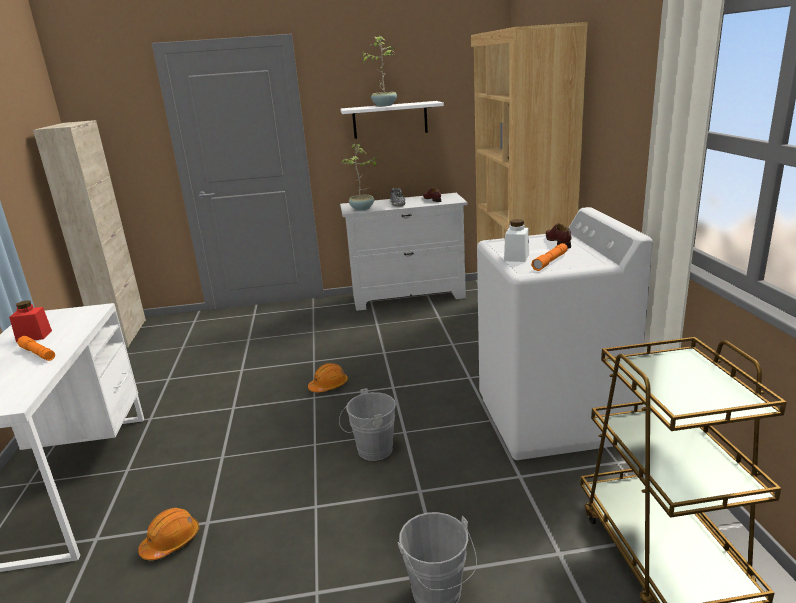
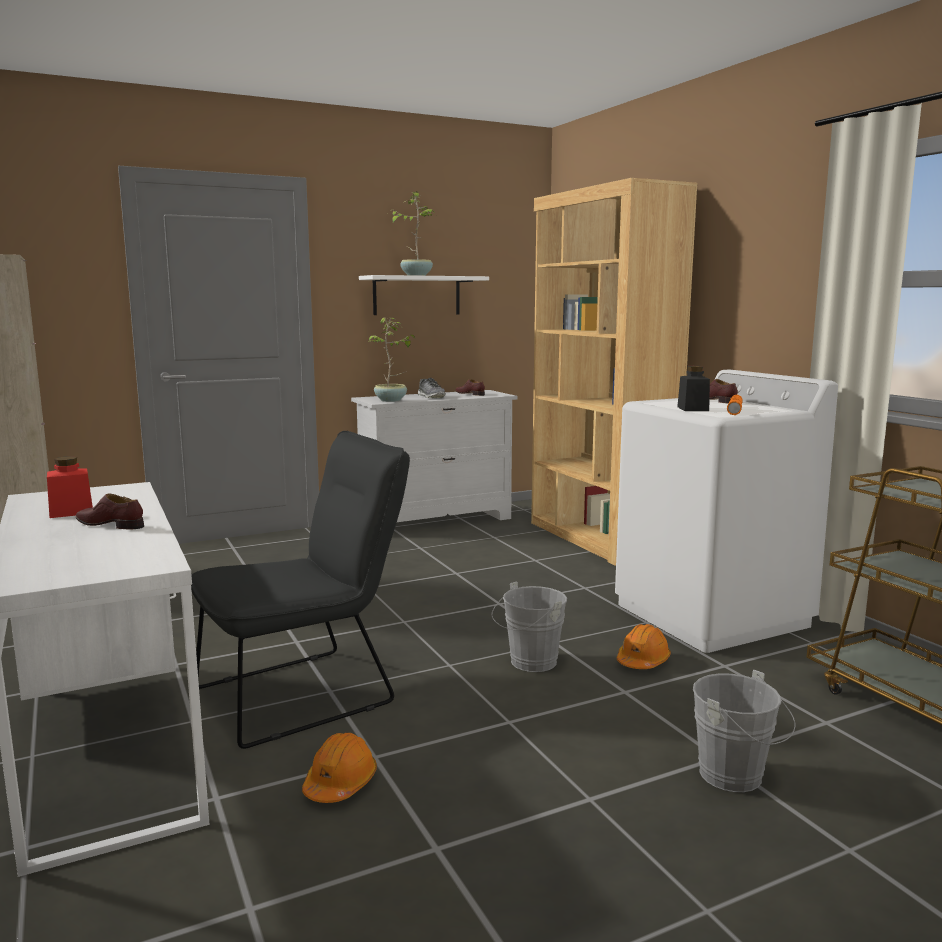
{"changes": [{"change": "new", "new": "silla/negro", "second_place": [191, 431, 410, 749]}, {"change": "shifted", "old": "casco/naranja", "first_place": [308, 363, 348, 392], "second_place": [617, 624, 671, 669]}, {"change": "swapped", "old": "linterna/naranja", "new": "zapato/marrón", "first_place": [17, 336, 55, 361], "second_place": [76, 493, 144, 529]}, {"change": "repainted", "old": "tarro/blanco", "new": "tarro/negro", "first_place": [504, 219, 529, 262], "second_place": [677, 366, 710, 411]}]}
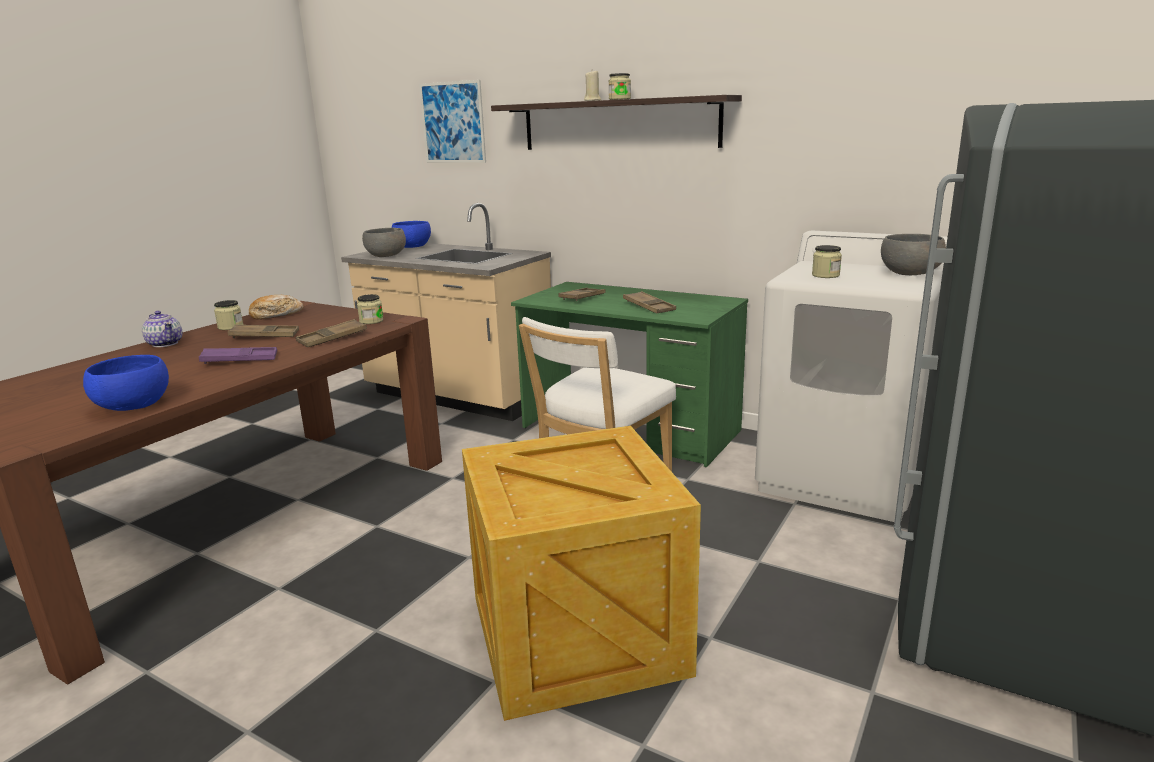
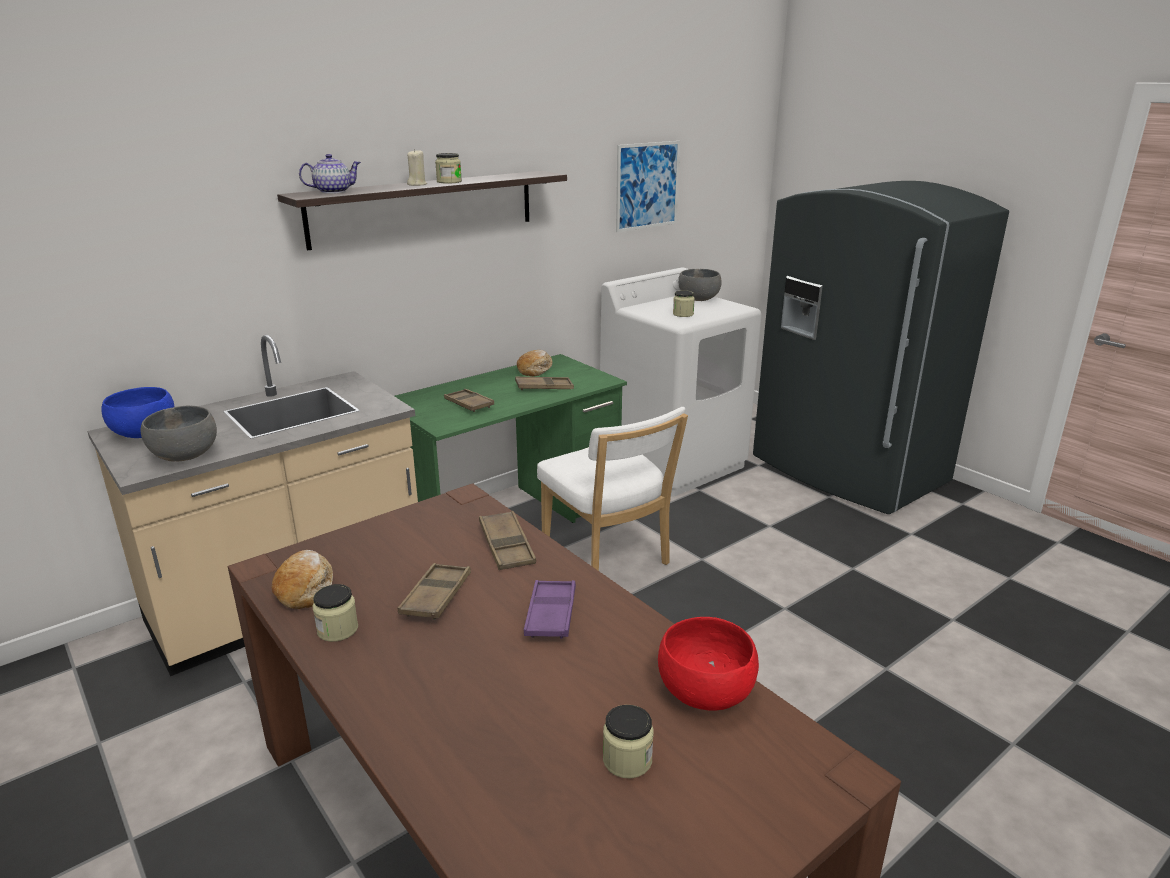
{"changes": [{"change": "gone", "old": "caja de embalaje", "first_place": [462, 426, 701, 721]}, {"change": "new", "new": "pan", "second_place": [517, 350, 553, 376]}, {"change": "shifted", "old": "tetera", "first_place": [142, 311, 183, 347], "second_place": [299, 154, 361, 194]}, {"change": "shifted", "old": "tarro", "first_place": [357, 294, 384, 324], "second_place": [603, 705, 654, 778]}, {"change": "shifted", "old": "cuadro", "first_place": [419, 80, 486, 163], "second_place": [616, 141, 680, 232]}, {"change": "repainted", "old": "cuenco/azul", "new": "cuenco/rojo", "first_place": [83, 355, 169, 411], "second_place": [658, 617, 759, 711]}]}
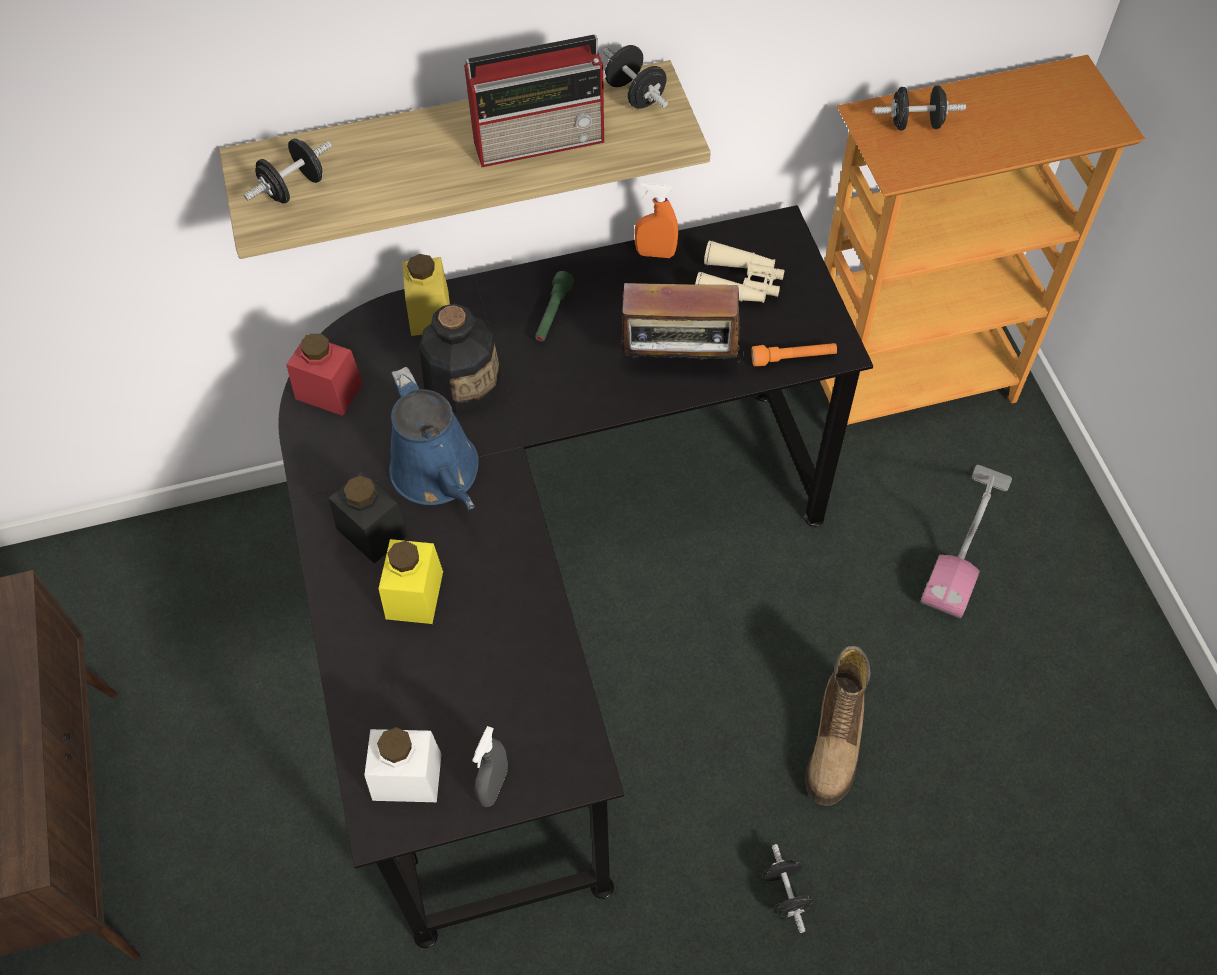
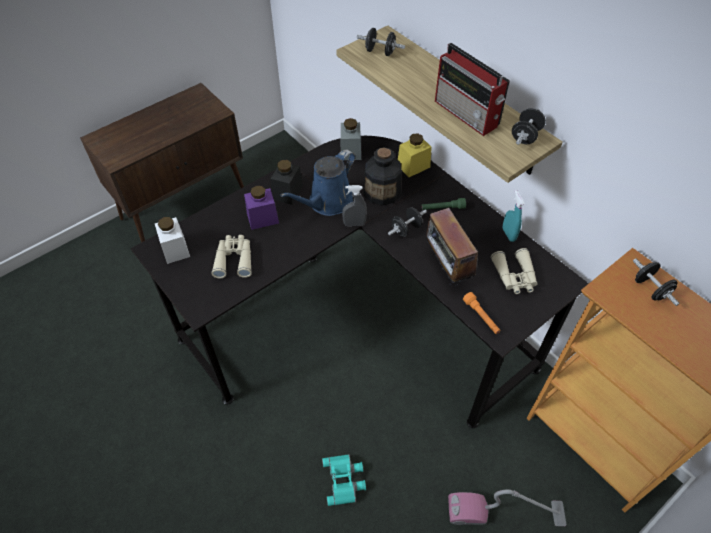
{"changes": [{"change": "new", "new": "prismáticos/beis", "second_place": [211, 235, 252, 278]}, {"change": "shifted", "old": "pulverizador/gris", "first_place": [472, 726, 508, 807], "second_place": [342, 185, 367, 226]}, {"change": "shifted", "old": "mancuerna/negro", "first_place": [763, 844, 813, 933], "second_place": [388, 207, 427, 237]}, {"change": "swapped", "old": "bota", "new": "prismáticos/turquesa", "first_place": [805, 646, 870, 806], "second_place": [322, 454, 366, 506]}, {"change": "repainted", "old": "tarro/rojo", "new": "tarro/gris", "first_place": [286, 334, 363, 416], "second_place": [341, 118, 361, 160]}, {"change": "repainted", "old": "tarro/amarillo", "new": "tarro/morado", "first_place": [378, 539, 443, 624], "second_place": [244, 186, 279, 230]}, {"change": "repainted", "old": "pulverizador/naranja", "new": "pulverizador/turquesa", "first_place": [634, 182, 678, 258], "second_place": [503, 190, 525, 242]}]}
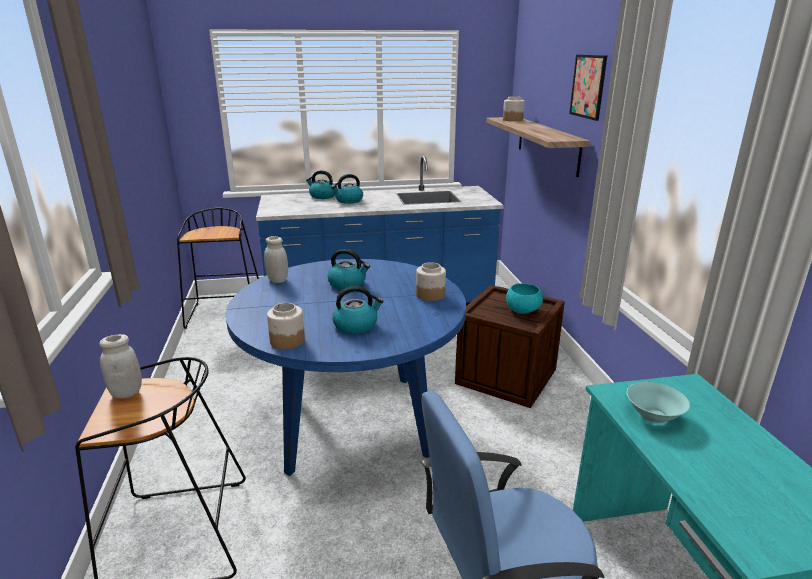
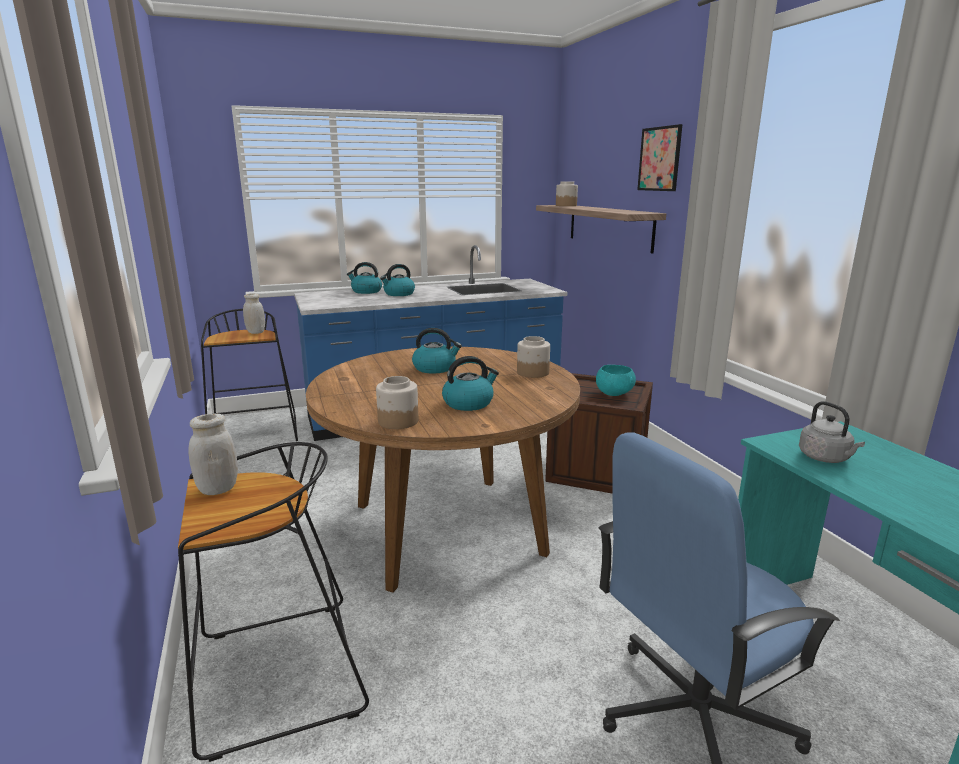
{"changes": [{"change": "shifted", "old": "tarro/blanco", "first_place": [264, 236, 288, 283], "second_place": [243, 293, 265, 334]}, {"change": "swapped", "old": "cuenco/turquesa", "new": "hervidor/gris", "first_place": [627, 382, 690, 424], "second_place": [799, 401, 865, 463]}, {"change": "repainted", "old": "mesa de comedor/azul", "new": "mesa de comedor/marrón", "first_place": [226, 259, 466, 476], "second_place": [306, 346, 580, 593]}]}
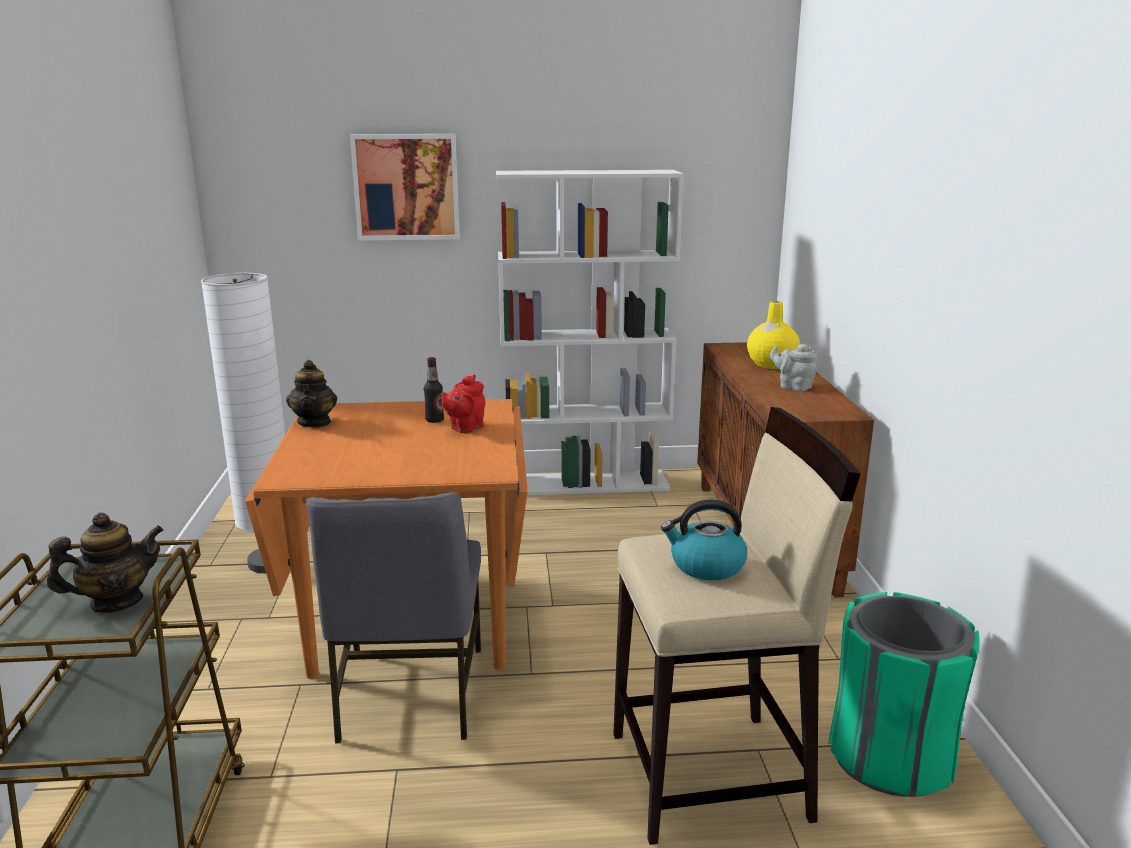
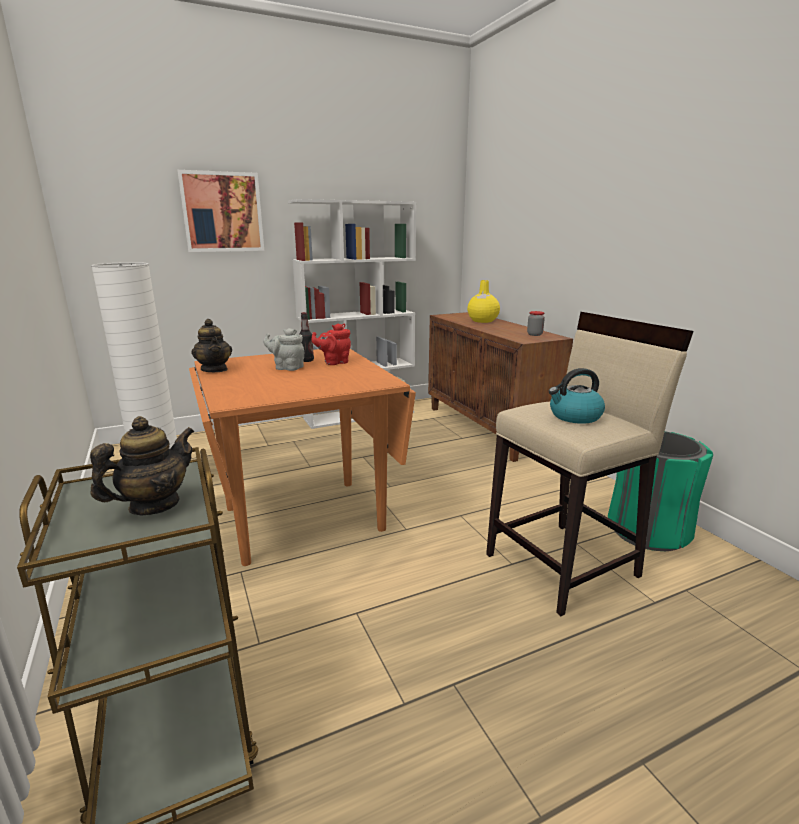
{"changes": [{"change": "gone", "old": "silla/gris", "first_place": [306, 492, 481, 743]}, {"change": "new", "new": "tarro", "second_place": [527, 311, 545, 336]}, {"change": "shifted", "old": "tetera/gris", "first_place": [770, 343, 817, 391], "second_place": [263, 328, 304, 371]}, {"change": "rotated", "old": "tetera/rojo", "first_place": [441, 374, 485, 433], "second_place": [312, 324, 351, 365], "degrees": 45}]}
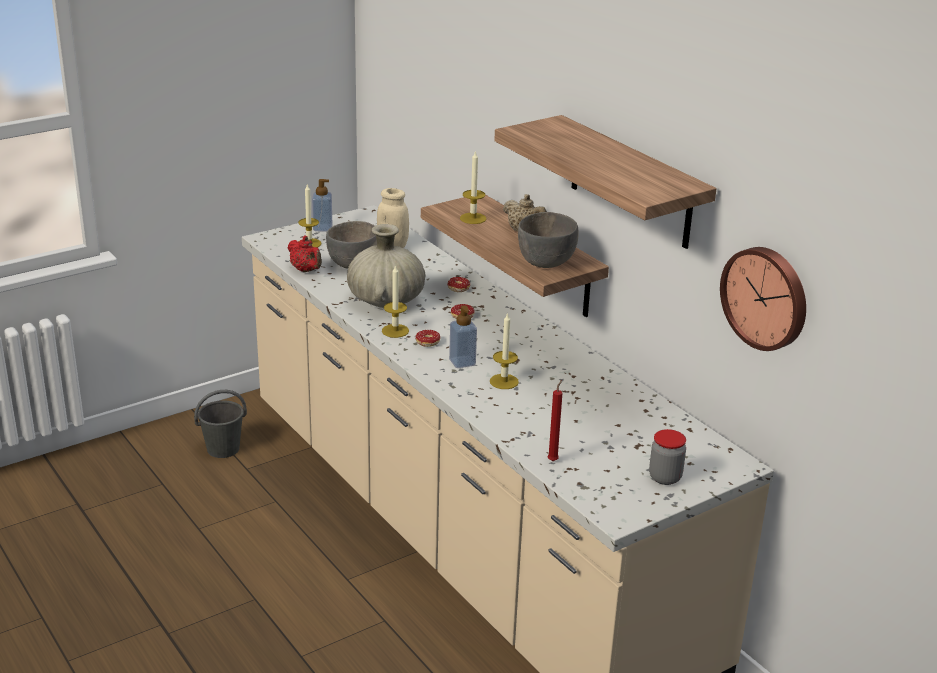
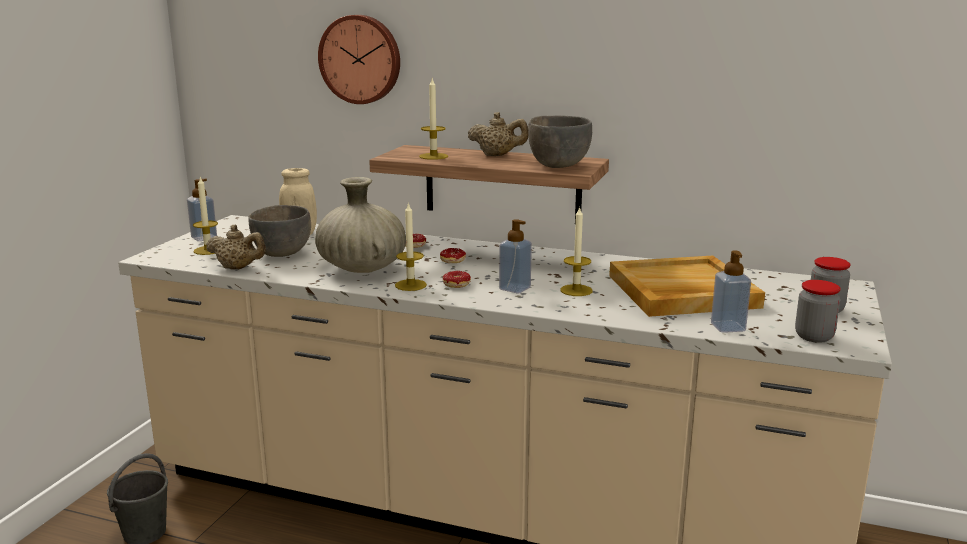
{"changes": [{"change": "gone", "old": "estante", "first_place": [494, 115, 717, 249]}, {"change": "new", "new": "bandeja/beis", "second_place": [609, 256, 765, 317]}, {"change": "new", "new": "tarro", "second_place": [795, 280, 841, 343]}, {"change": "shifted", "old": "reloj de pared", "first_place": [720, 247, 806, 351], "second_place": [318, 15, 400, 104]}, {"change": "swapped", "old": "vela/rojo", "new": "dispensador de jabón", "first_place": [548, 380, 562, 461], "second_place": [711, 250, 751, 333]}, {"change": "repainted", "old": "tetera/rojo", "new": "tetera/beis", "first_place": [288, 236, 322, 272], "second_place": [206, 225, 266, 270]}]}
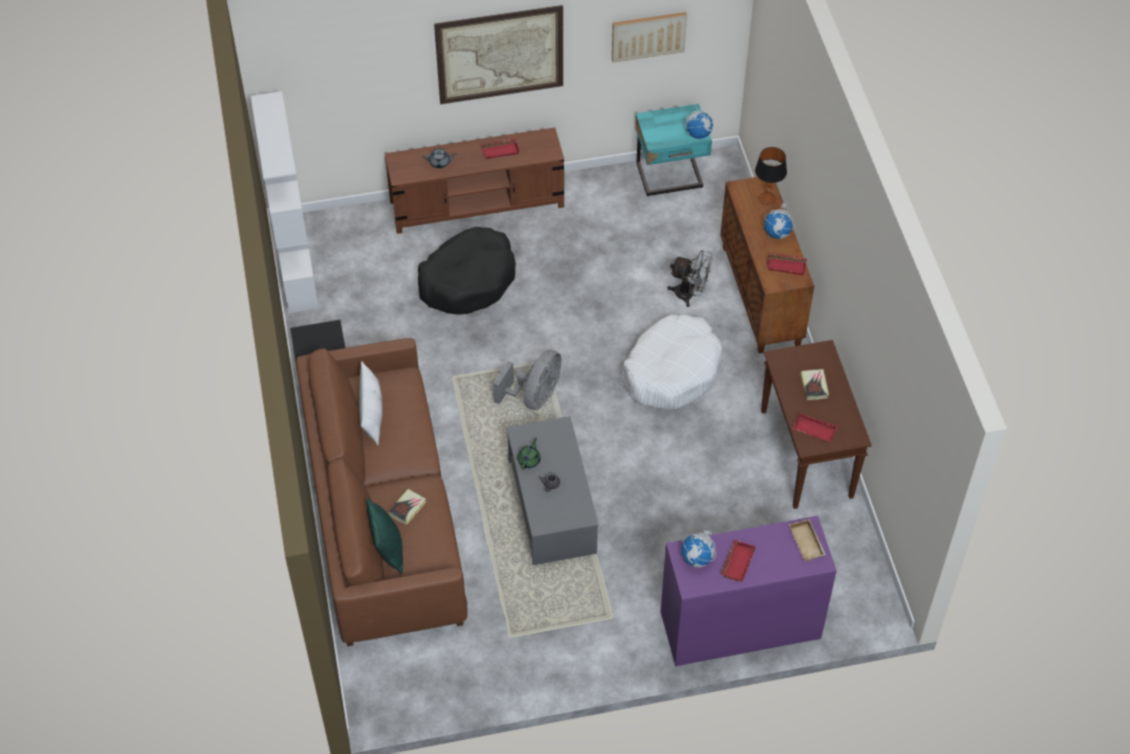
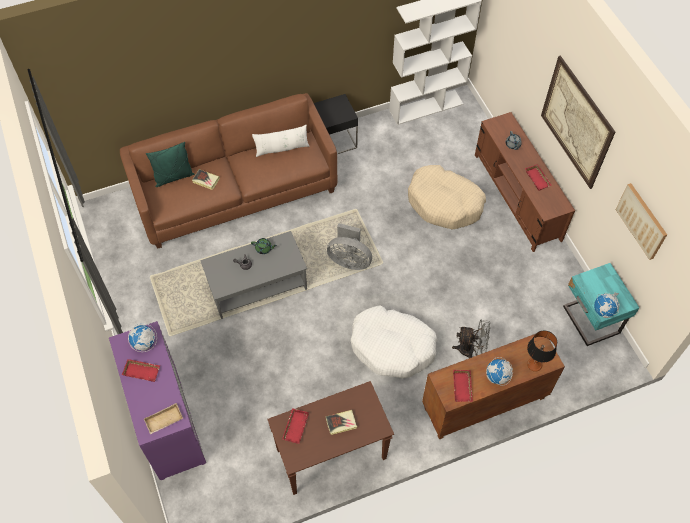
{"changes": [{"change": "repainted", "old": "cama para perro/negro", "new": "cama para perro/beis", "first_place": [418, 227, 516, 315], "second_place": [408, 165, 486, 230]}, {"change": "rotated", "old": "ventilador/gris", "first_place": [667, 250, 713, 307], "second_place": [452, 319, 490, 358], "degrees": -90}]}
